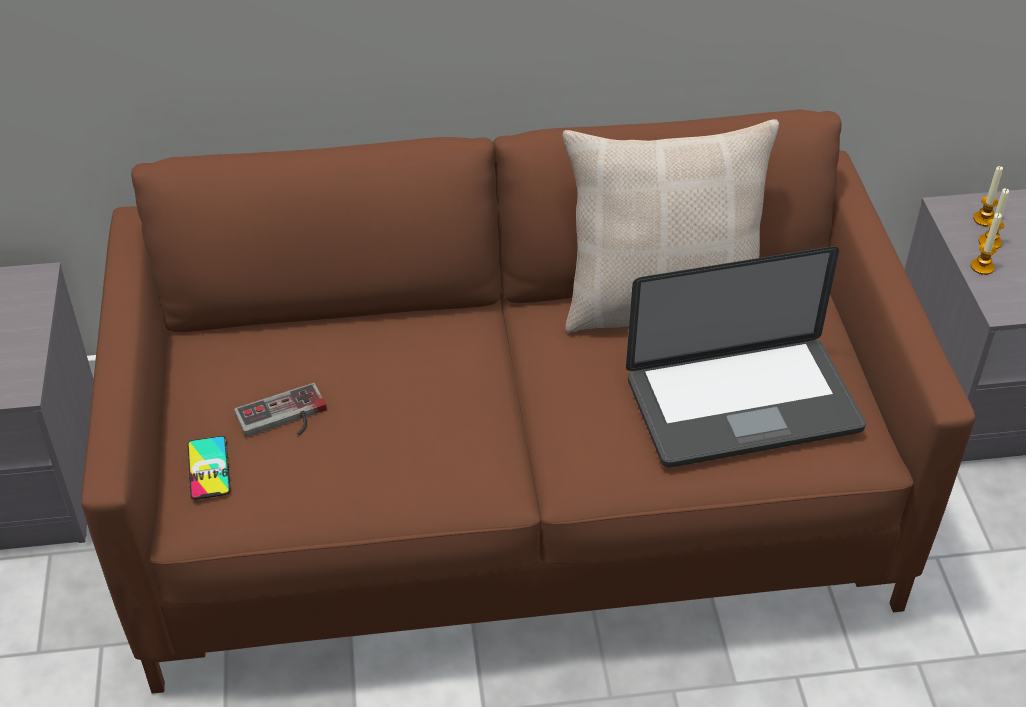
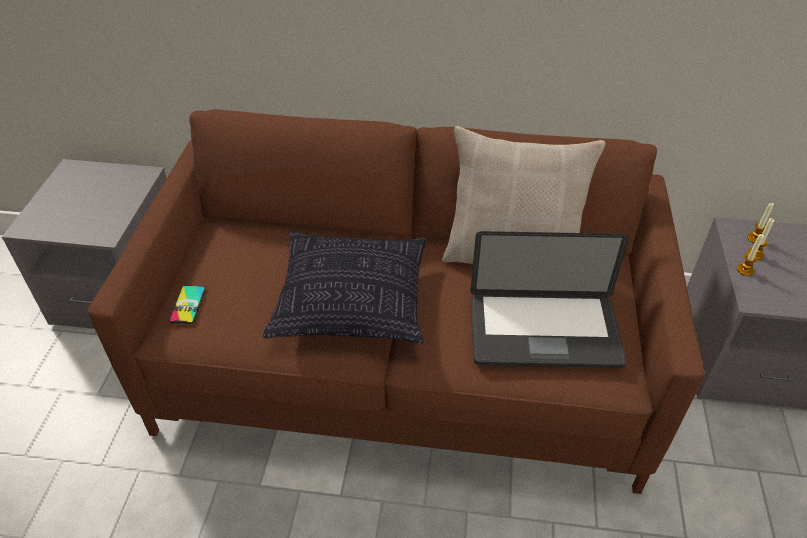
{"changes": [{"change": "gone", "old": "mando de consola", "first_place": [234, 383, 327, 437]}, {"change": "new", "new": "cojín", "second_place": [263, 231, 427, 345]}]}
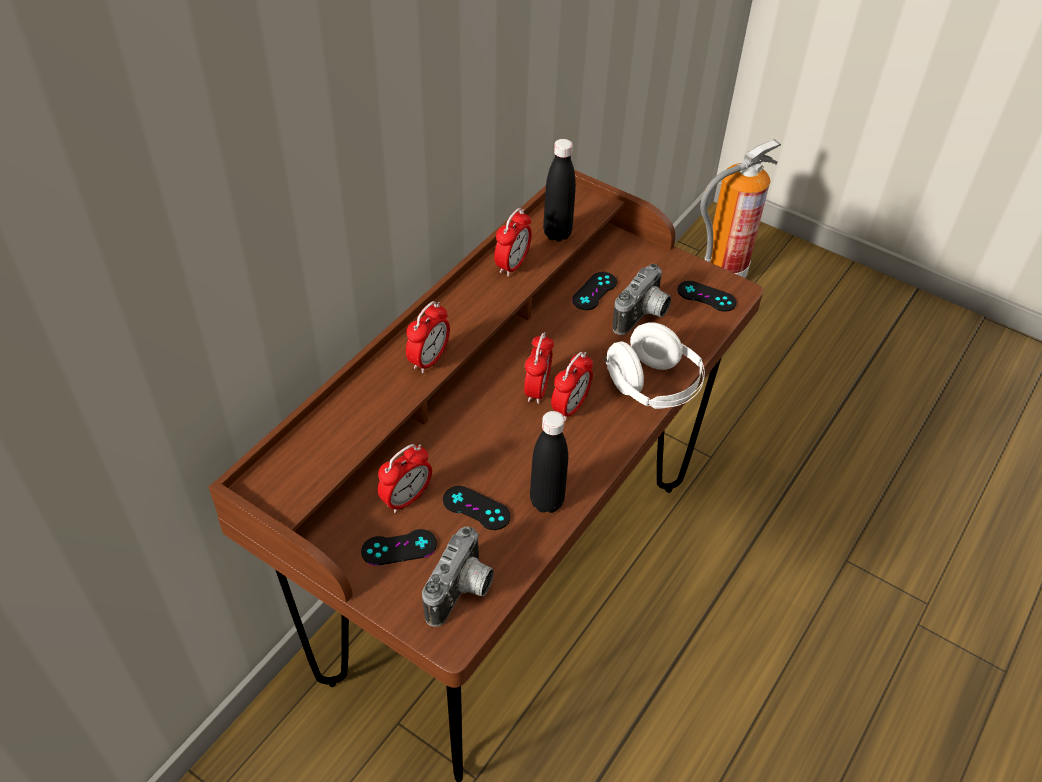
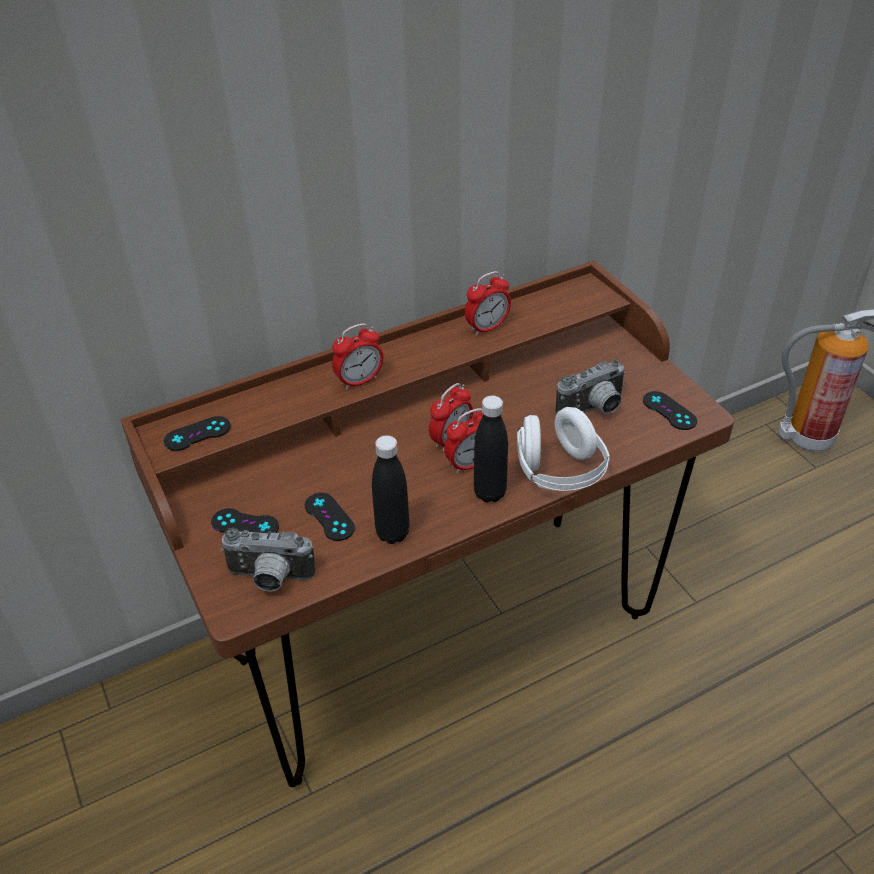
{"changes": [{"change": "gone", "old": "despertador", "first_place": [378, 444, 432, 513]}, {"change": "shifted", "old": "botella/negro", "first_place": [543, 139, 576, 242], "second_place": [474, 395, 508, 502]}, {"change": "shifted", "old": "mando de consola/negro", "first_place": [572, 272, 617, 310], "second_place": [164, 416, 231, 451]}, {"change": "rotated", "old": "cámara", "first_place": [422, 527, 494, 627], "second_place": [220, 528, 316, 592], "degrees": 45}]}
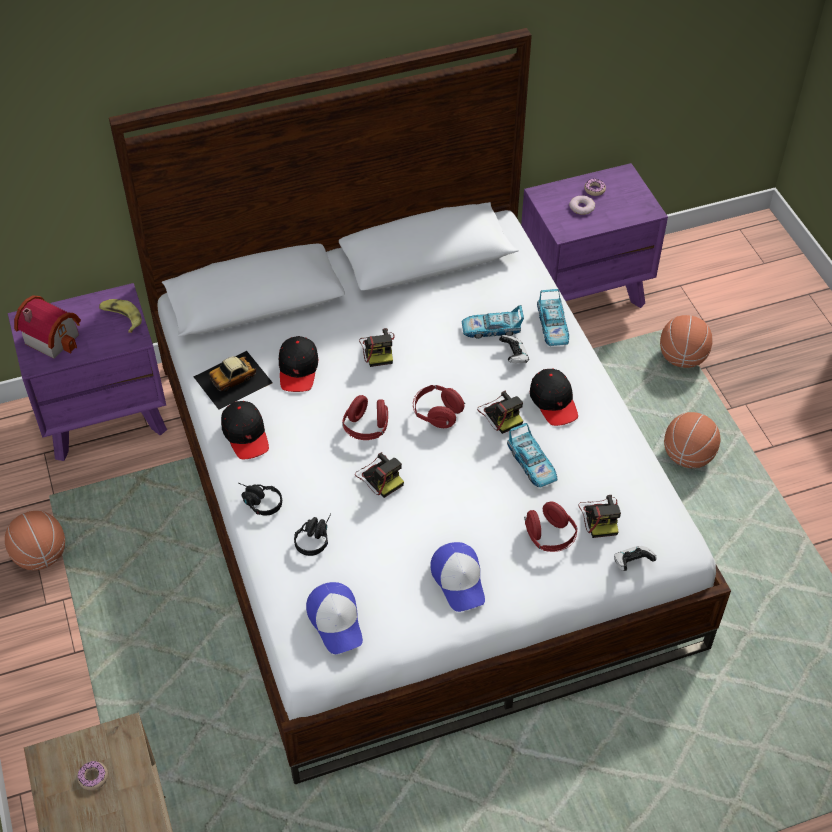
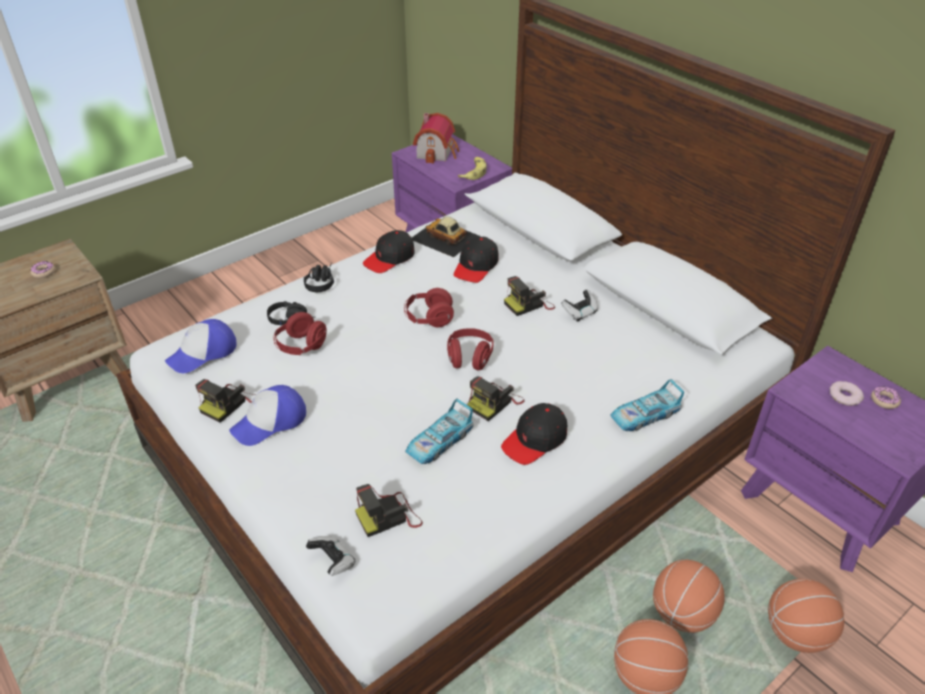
{"changes": [{"change": "gone", "old": "coche de juguete", "first_place": [462, 305, 524, 339]}, {"change": "shifted", "old": "balón de baloncesto", "first_place": [5, 511, 65, 570], "second_place": [653, 560, 725, 633]}, {"change": "shifted", "old": "cámara", "first_place": [355, 452, 404, 498], "second_place": [195, 379, 255, 423]}, {"change": "shifted", "old": "mando de consola", "first_place": [499, 335, 529, 363], "second_place": [561, 290, 598, 322]}, {"change": "shifted", "old": "auriculares/rojo", "first_place": [524, 501, 578, 552], "second_place": [274, 312, 327, 355]}, {"change": "rotated", "old": "gorra/negro", "first_place": [279, 336, 318, 392], "second_place": [454, 237, 499, 283], "degrees": -45}]}
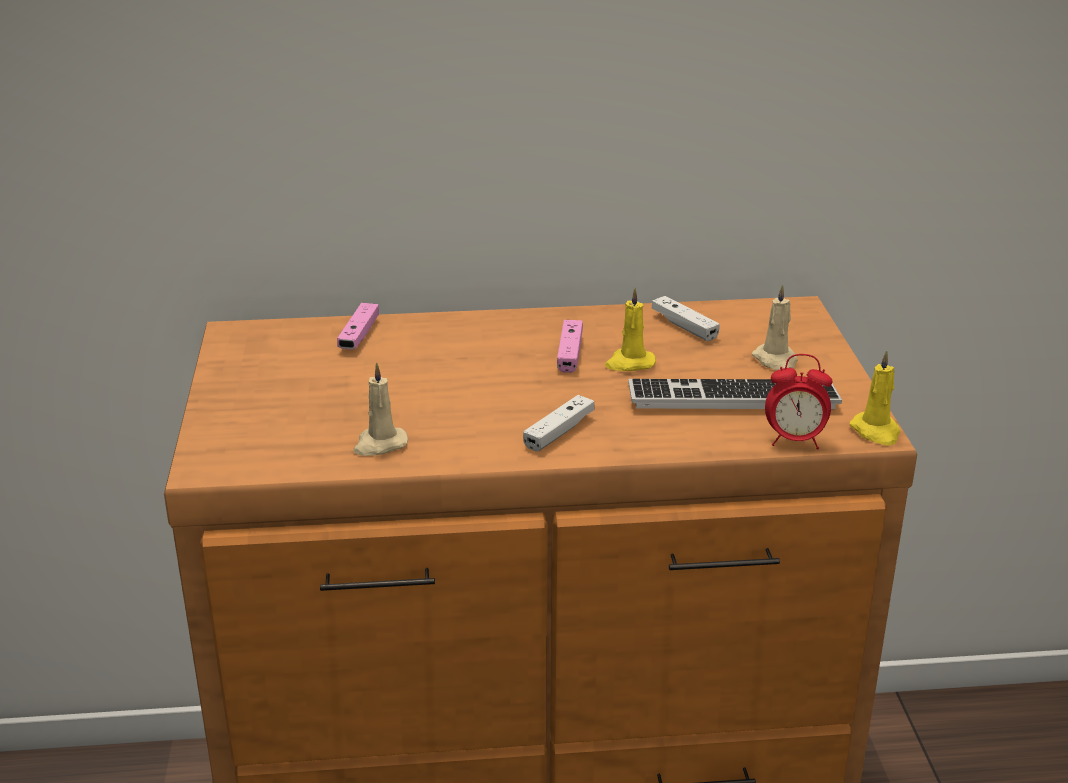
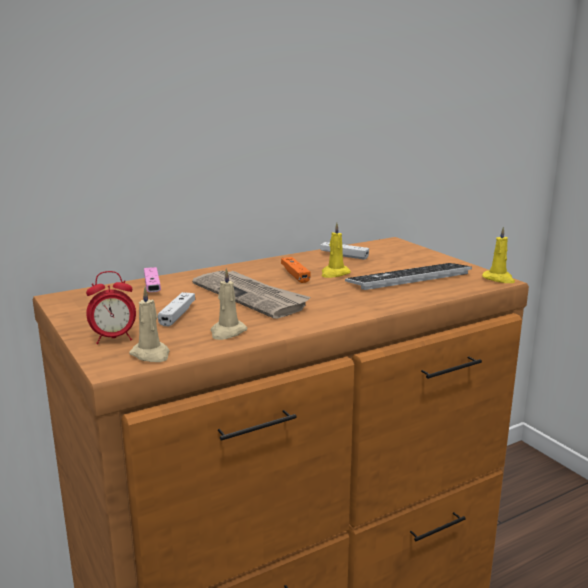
{"changes": [{"change": "new", "new": "periódico", "second_place": [192, 271, 311, 319]}, {"change": "shifted", "old": "mando de consola/blanco", "first_place": [523, 395, 595, 452], "second_place": [158, 292, 195, 327]}, {"change": "shifted", "old": "vela/beis", "first_place": [752, 284, 798, 370], "second_place": [129, 287, 170, 362]}, {"change": "shifted", "old": "despertador", "first_place": [765, 354, 832, 449], "second_place": [86, 271, 136, 344]}, {"change": "repainted", "old": "mando de consola/rosa", "new": "mando de consola/naranja", "first_place": [557, 320, 583, 373], "second_place": [281, 257, 311, 283]}]}
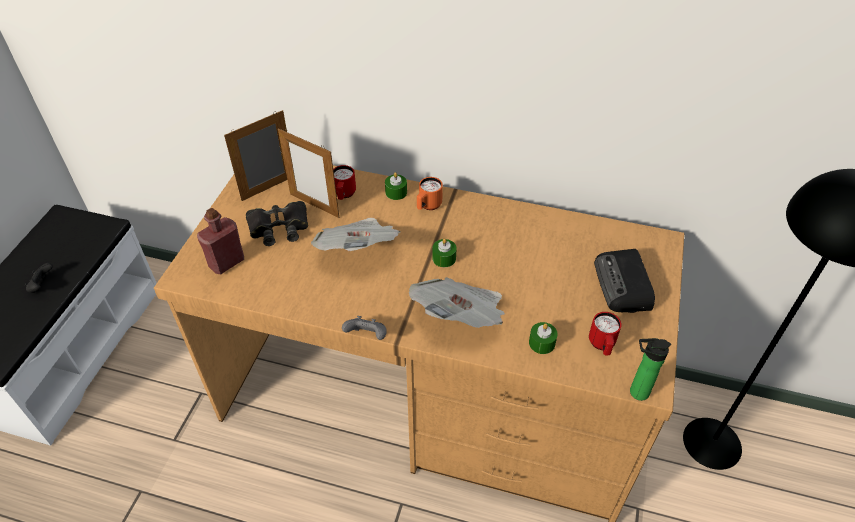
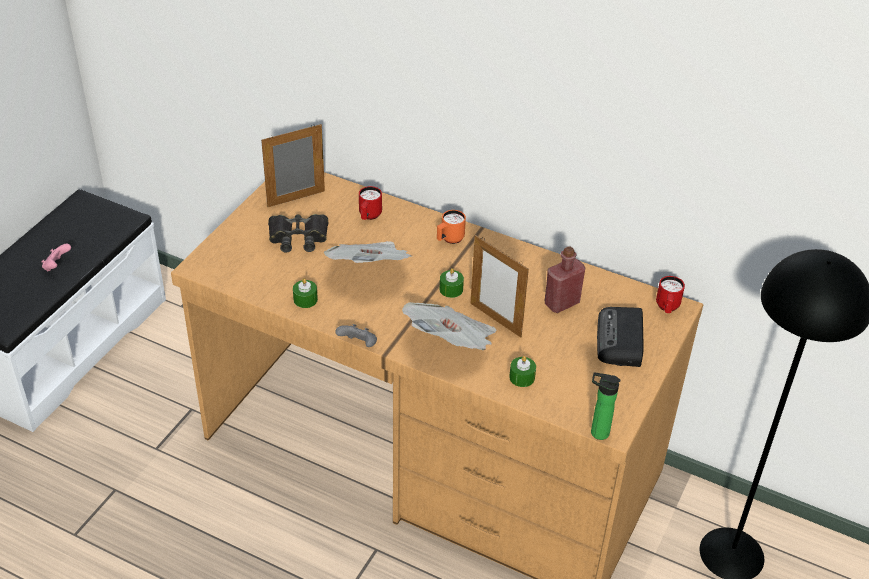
{"changes": [{"change": "shifted", "old": "botella/rojo", "first_place": [197, 208, 244, 274], "second_place": [545, 246, 585, 313]}, {"change": "shifted", "old": "portarretratos", "first_place": [278, 128, 339, 218], "second_place": [470, 235, 529, 338]}, {"change": "shifted", "old": "vela/verde", "first_place": [385, 172, 407, 200], "second_place": [293, 278, 318, 308]}, {"change": "shifted", "old": "taza grande/rojo", "first_place": [589, 312, 622, 356], "second_place": [656, 276, 685, 313]}, {"change": "repainted", "old": "mando de consola/negro", "new": "mando de consola/rosa", "first_place": [24, 263, 53, 293], "second_place": [42, 244, 71, 271]}]}
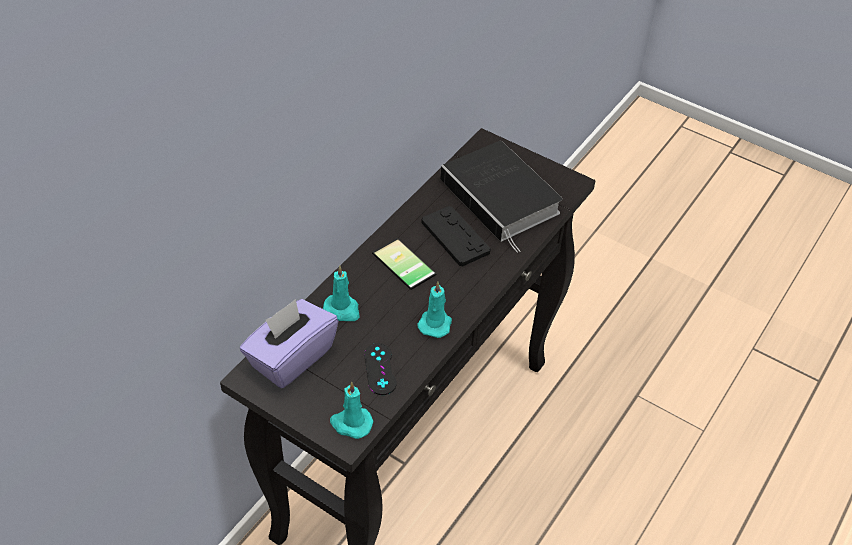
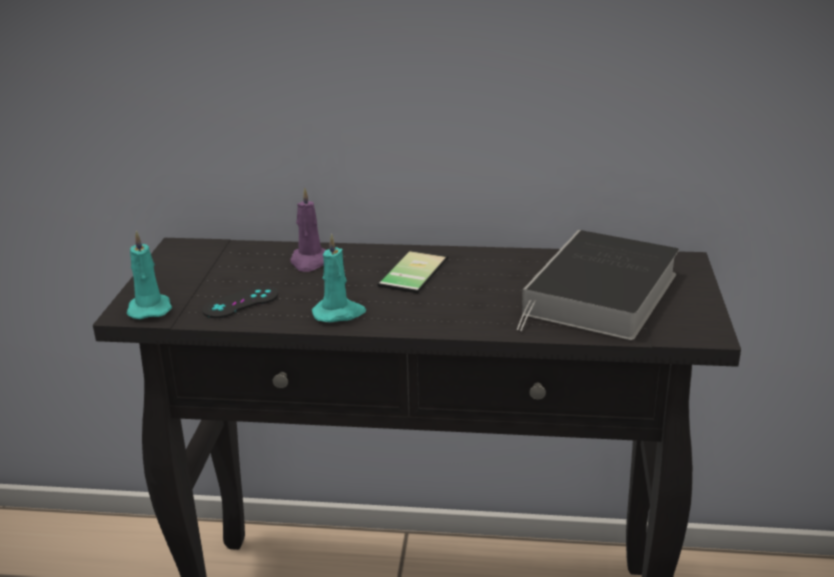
{"changes": [{"change": "gone", "old": "caja de pañuelos/morado", "first_place": [240, 299, 338, 388]}, {"change": "gone", "old": "mando de consola/negro", "first_place": [421, 206, 491, 267]}, {"change": "repainted", "old": "vela/turquesa", "new": "vela/morado", "first_place": [323, 266, 360, 321], "second_place": [290, 187, 326, 272]}]}
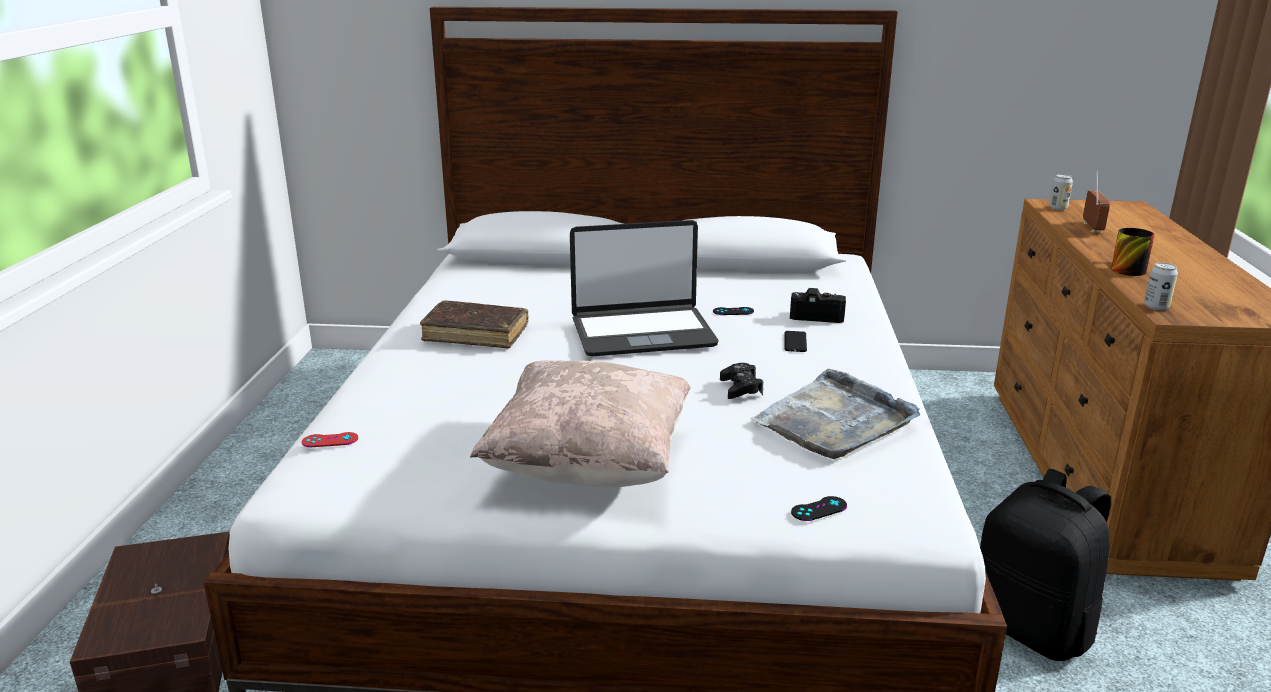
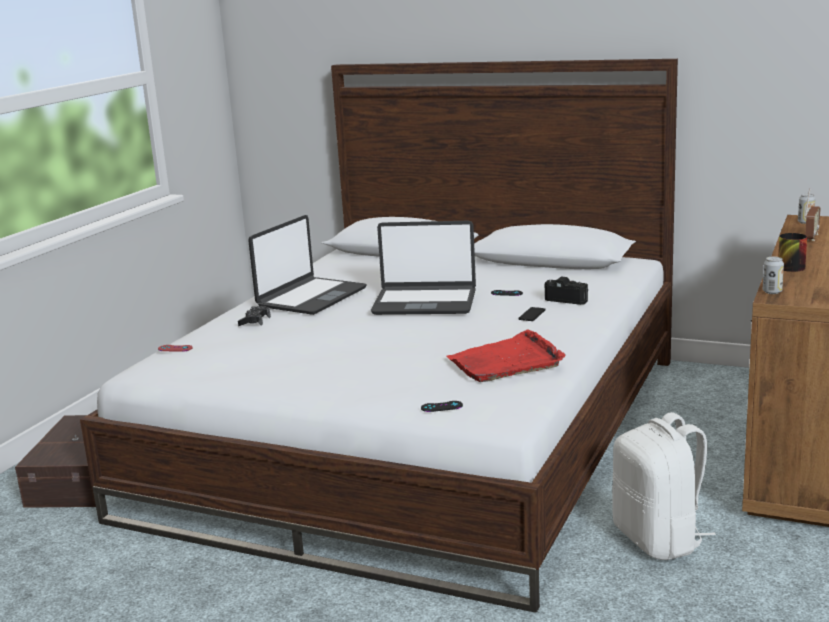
{"changes": [{"change": "gone", "old": "cojín/beis", "first_place": [470, 360, 691, 488]}, {"change": "shifted", "old": "mando de consola/negro", "first_place": [720, 363, 763, 399], "second_place": [238, 306, 271, 326]}, {"change": "swapped", "old": "libro/marrón", "new": "portátil", "first_place": [420, 300, 528, 349], "second_place": [248, 215, 367, 315]}, {"change": "repainted", "old": "bandeja/gris", "new": "bandeja/rojo", "first_place": [751, 369, 920, 459], "second_place": [447, 330, 566, 382]}, {"change": "repainted", "old": "mochila/negro", "new": "mochila/blanco", "first_place": [980, 469, 1112, 661], "second_place": [612, 412, 716, 560]}]}
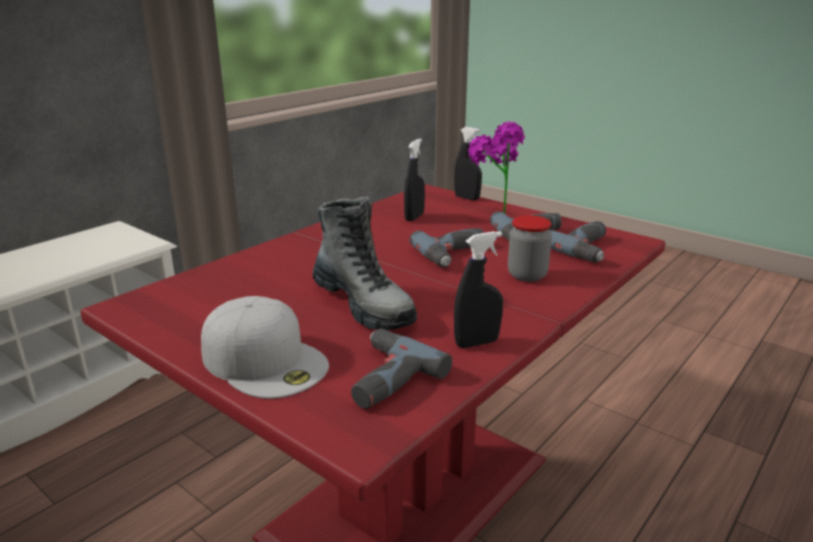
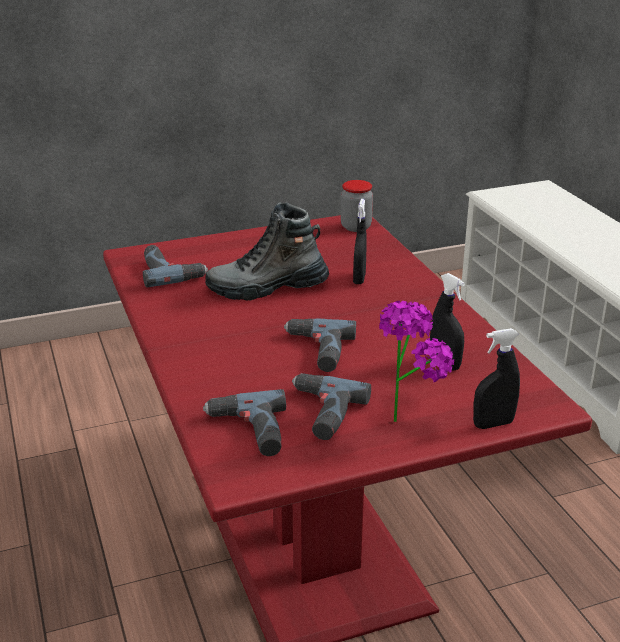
{"changes": [{"change": "gone", "old": "gorra/blanco", "first_place": [201, 296, 329, 399]}, {"change": "shifted", "old": "pulverizador/negro", "first_place": [454, 231, 503, 348], "second_place": [353, 199, 367, 284]}, {"change": "shifted", "old": "tarro", "first_place": [508, 215, 552, 282], "second_place": [341, 180, 373, 232]}]}
